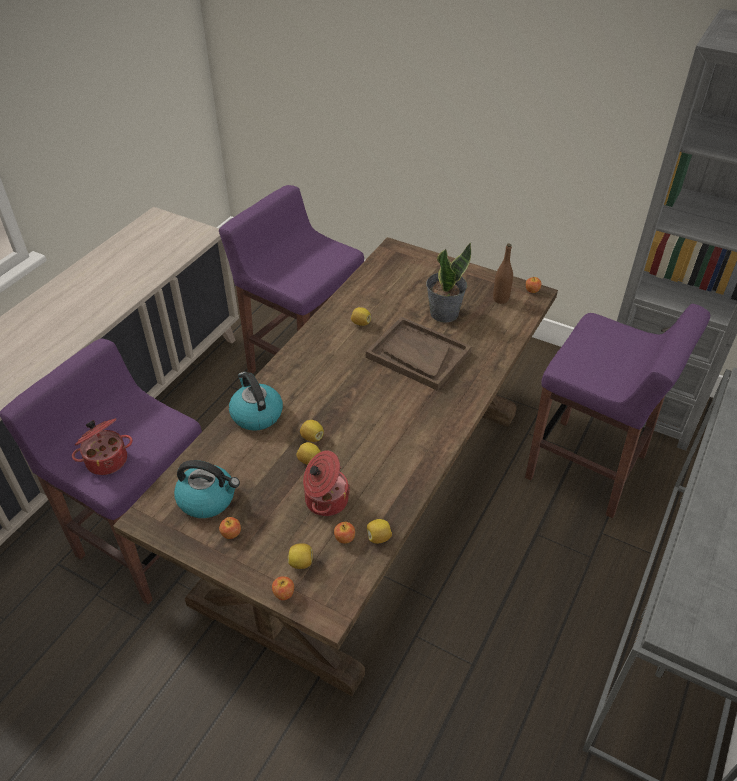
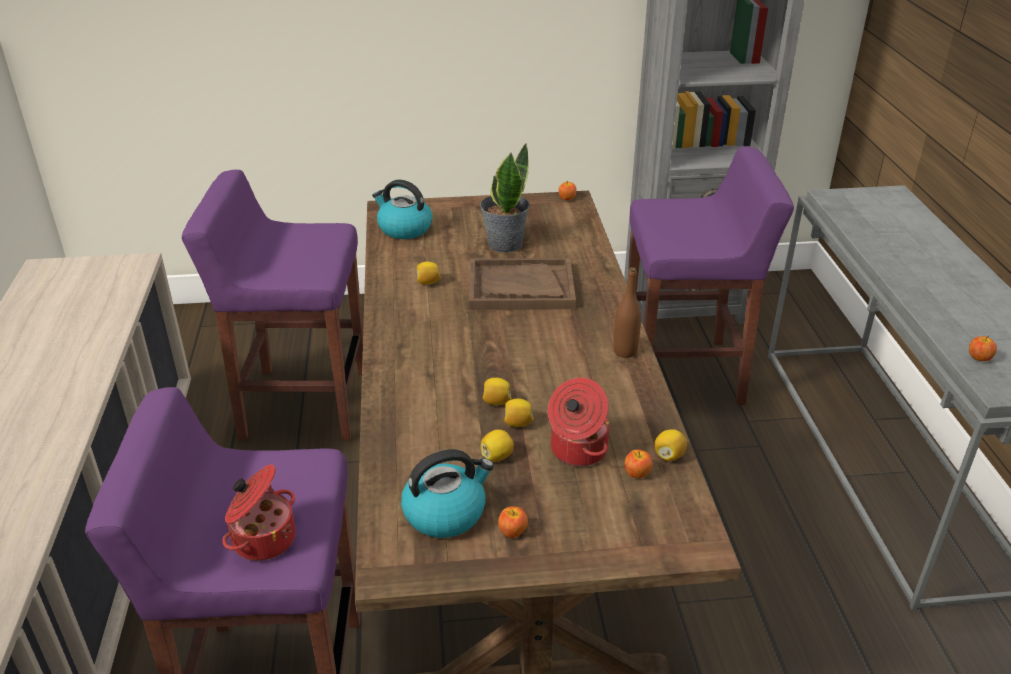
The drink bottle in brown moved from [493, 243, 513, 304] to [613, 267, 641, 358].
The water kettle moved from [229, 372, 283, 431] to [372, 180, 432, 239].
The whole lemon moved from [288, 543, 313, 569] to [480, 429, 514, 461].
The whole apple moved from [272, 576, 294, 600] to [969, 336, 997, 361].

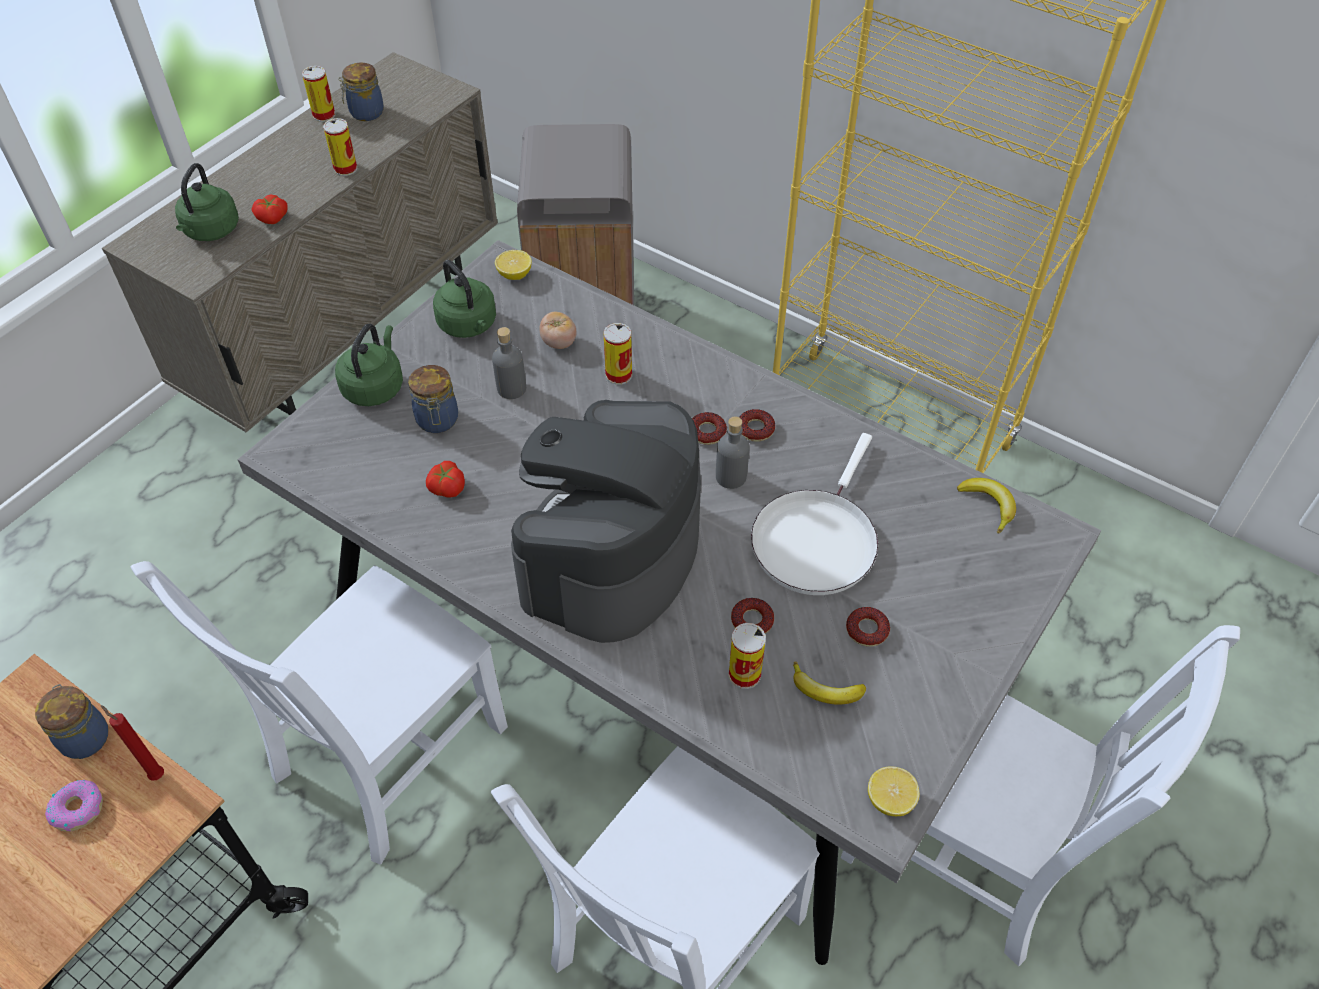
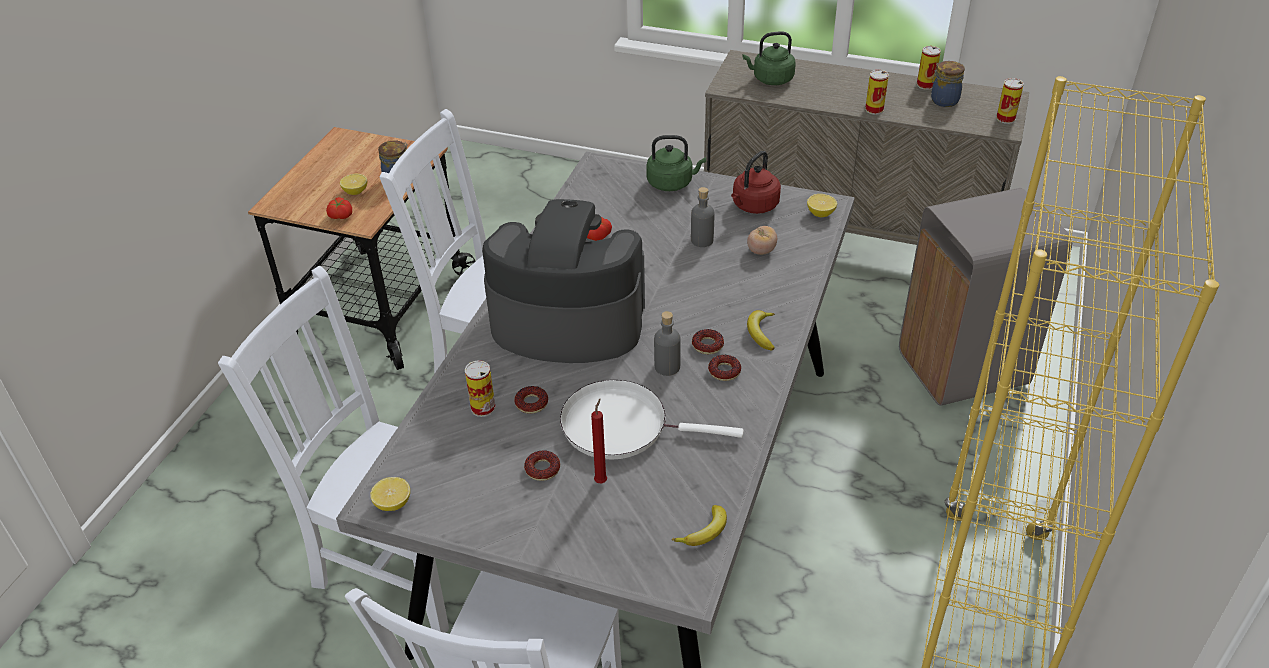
The fresh tomato moved from [252, 194, 288, 224] to [326, 197, 352, 219].
The water kettle in green-coloured at [433, 260, 496, 338] became the water kettle in reddish at [731, 151, 781, 214].
The sealed can moved from [604, 323, 632, 385] to [996, 78, 1024, 124].
The jar at [408, 365, 458, 433] disappeared.
The banana moved from [793, 662, 866, 704] to [747, 310, 775, 351].
The wax light in reddish moved from [101, 705, 164, 781] to [591, 399, 607, 483].
The donut at [45, 780, 103, 832] was replaced by the whole lemon at [340, 174, 367, 195].

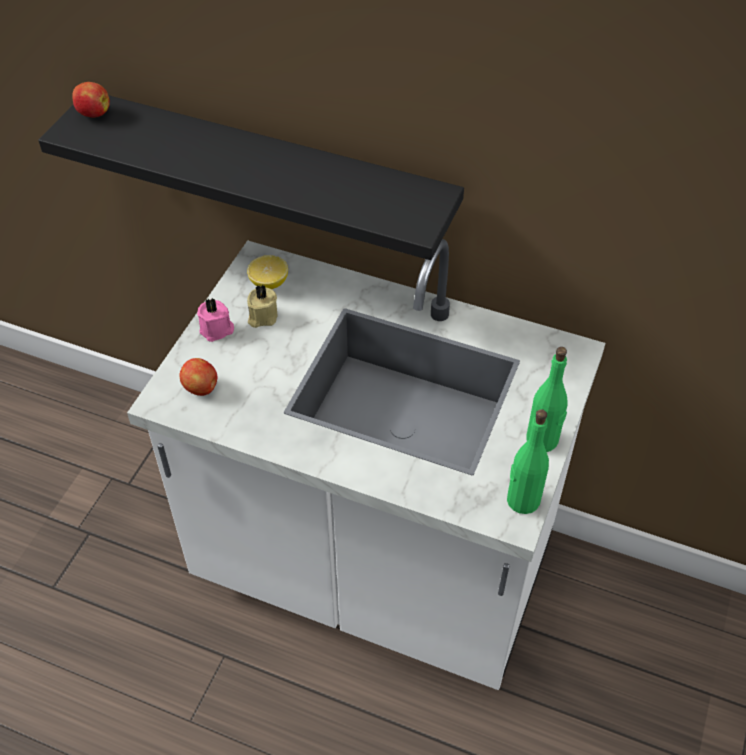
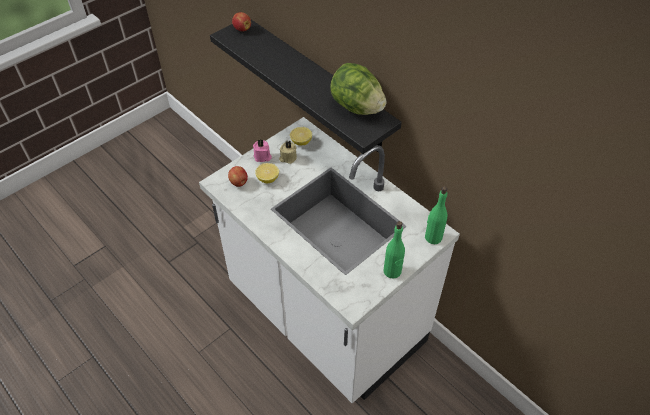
The drink bottle in green-coloured moved from [507, 409, 549, 514] to [425, 186, 448, 244].
The lettuce head at [330, 63, 387, 115] appeared.
The whole lemon at [255, 163, 279, 183] appeared.

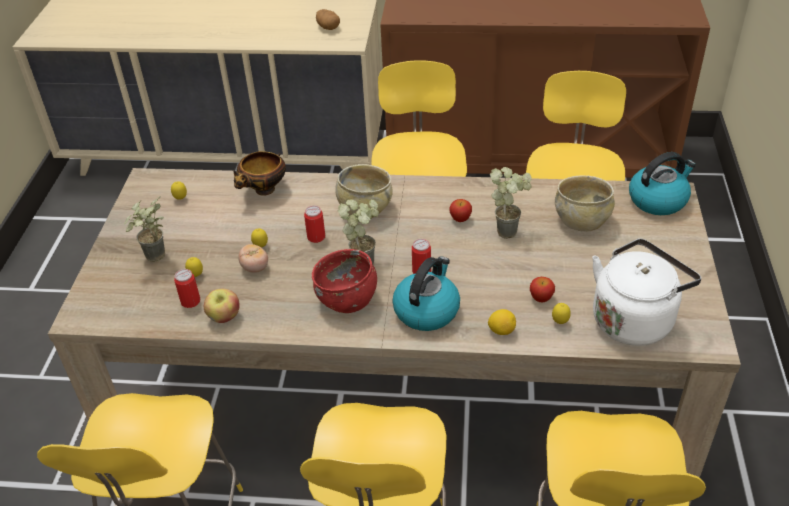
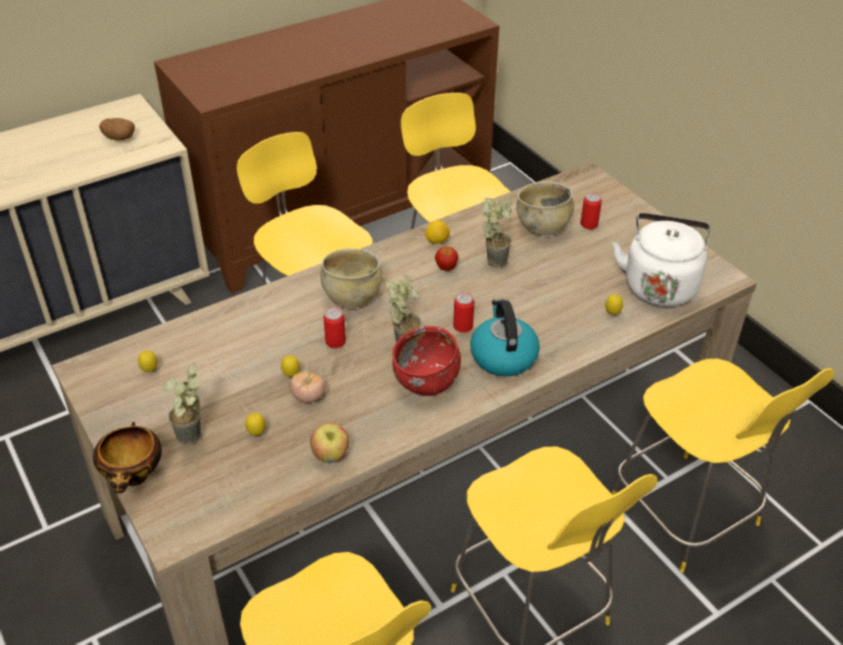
The deep dish moved from [234, 151, 286, 196] to [93, 422, 162, 494].
The water kettle at [629, 152, 696, 215] disappeared.
The sealed can moved from [174, 269, 200, 308] to [580, 192, 602, 229].
The whole apple at [530, 277, 555, 302] disappeared.
The whole lemon moved from [488, 309, 516, 335] to [425, 220, 450, 244].

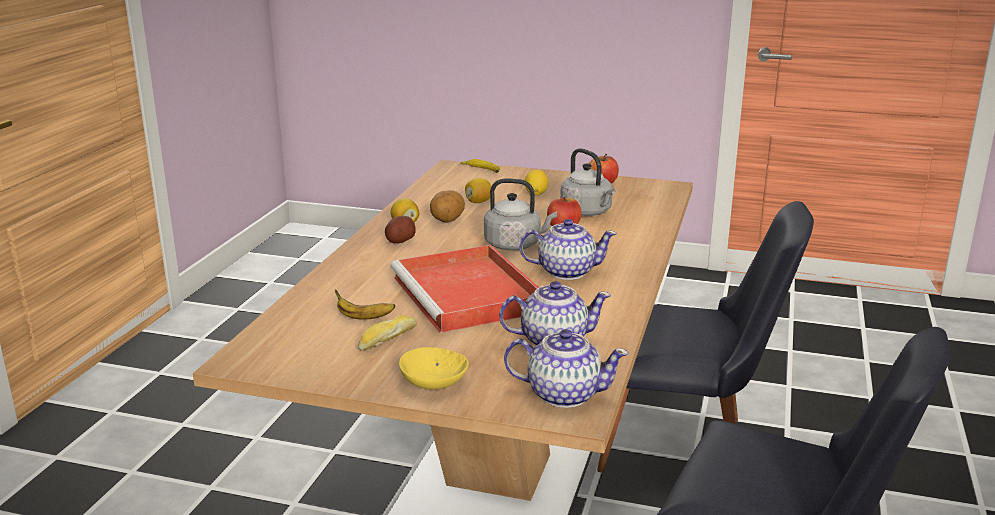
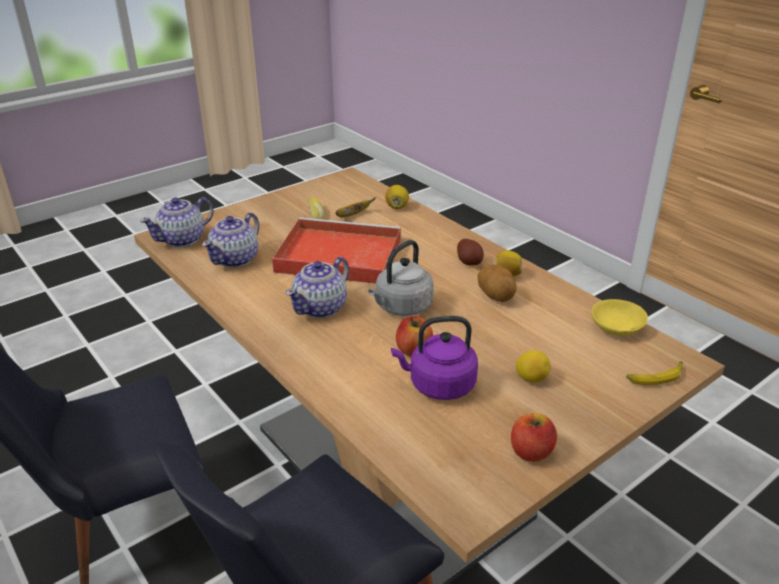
The water kettle in greyish at [560, 148, 616, 216] became the water kettle in purplish at [391, 316, 478, 400].
The whole lemon moved from [465, 178, 492, 203] to [385, 185, 409, 209].
The deep dish in yellow moved from [399, 347, 469, 390] to [592, 299, 648, 336].

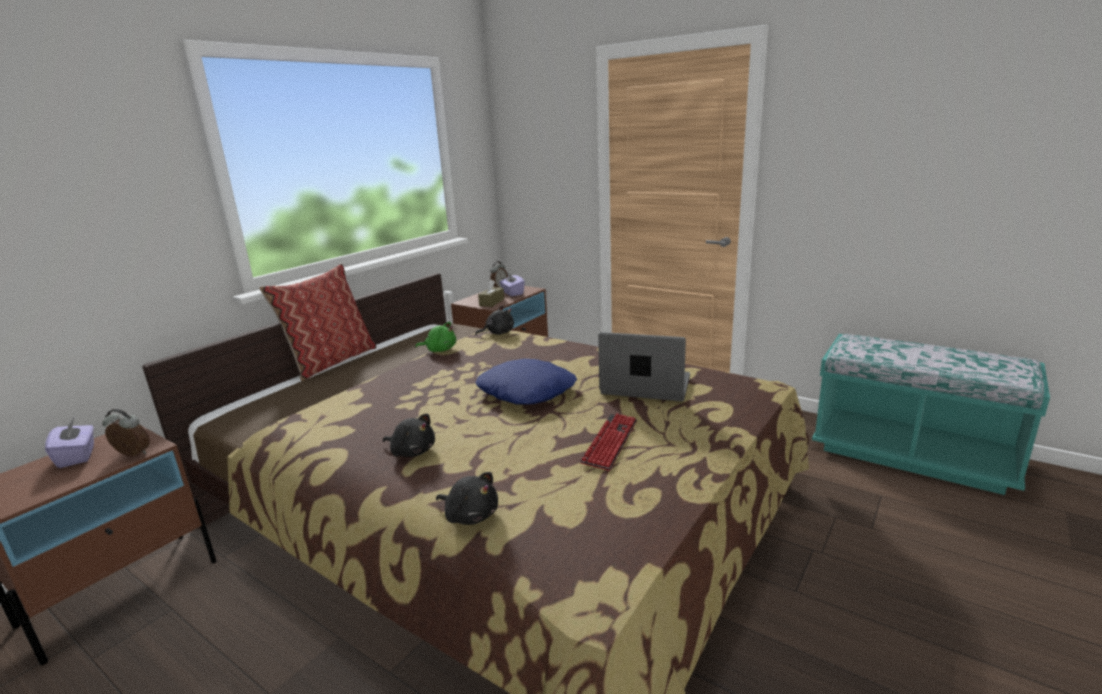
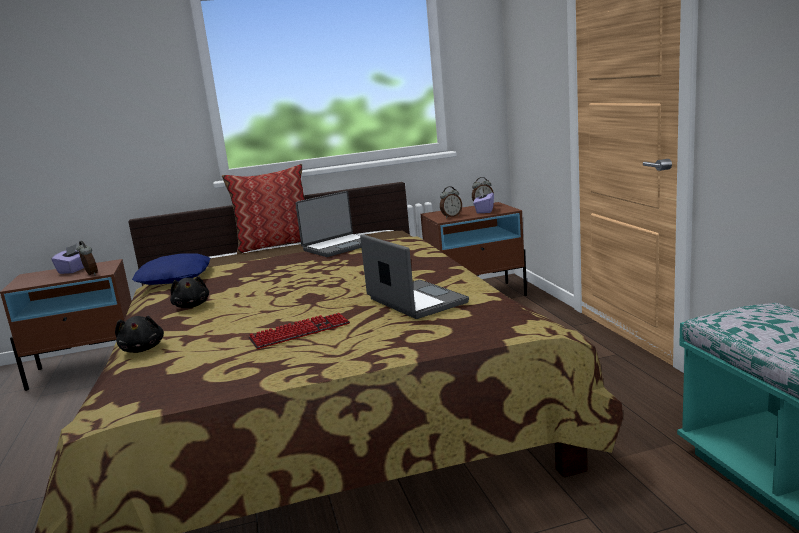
The box of tissues in brown at [478, 280, 504, 307] was replaced by the bedside clock at [440, 186, 462, 218].
The plush toy in blackish at [475, 306, 514, 335] disappeared.
The plush toy in green-coloured at [415, 322, 456, 352] was replaced by the notebook computer at [295, 191, 361, 257].
The cushion in blue moved from [475, 359, 577, 405] to [132, 254, 210, 285].

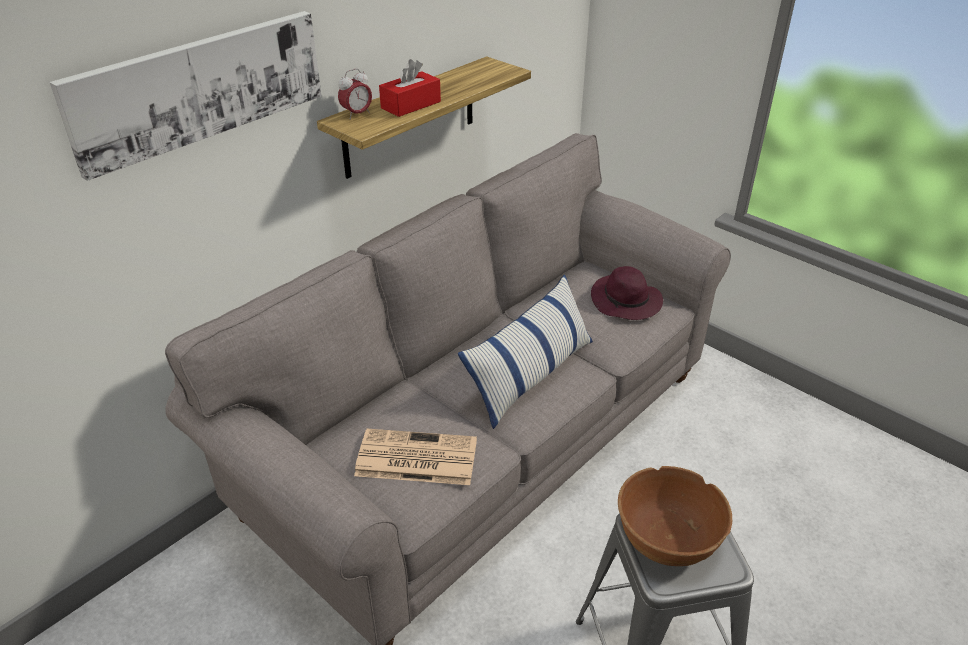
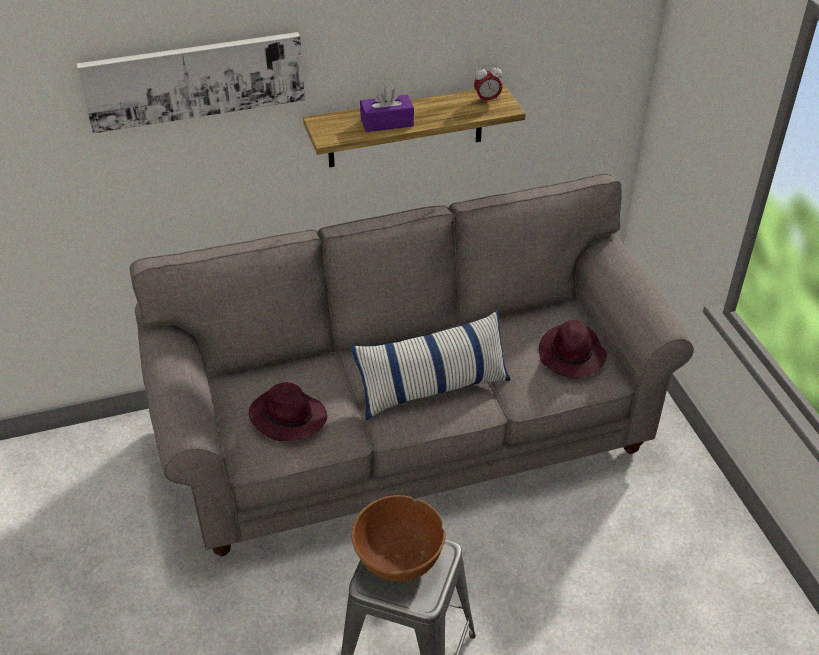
The box of tissues in reddish at [379, 59, 441, 117] became the box of tissues in purplish at [360, 86, 414, 132].
The bedside clock moved from [338, 69, 372, 119] to [474, 64, 502, 103].
The daily paper at [354, 429, 477, 485] was replaced by the wearable hat in purplish at [249, 382, 327, 441].

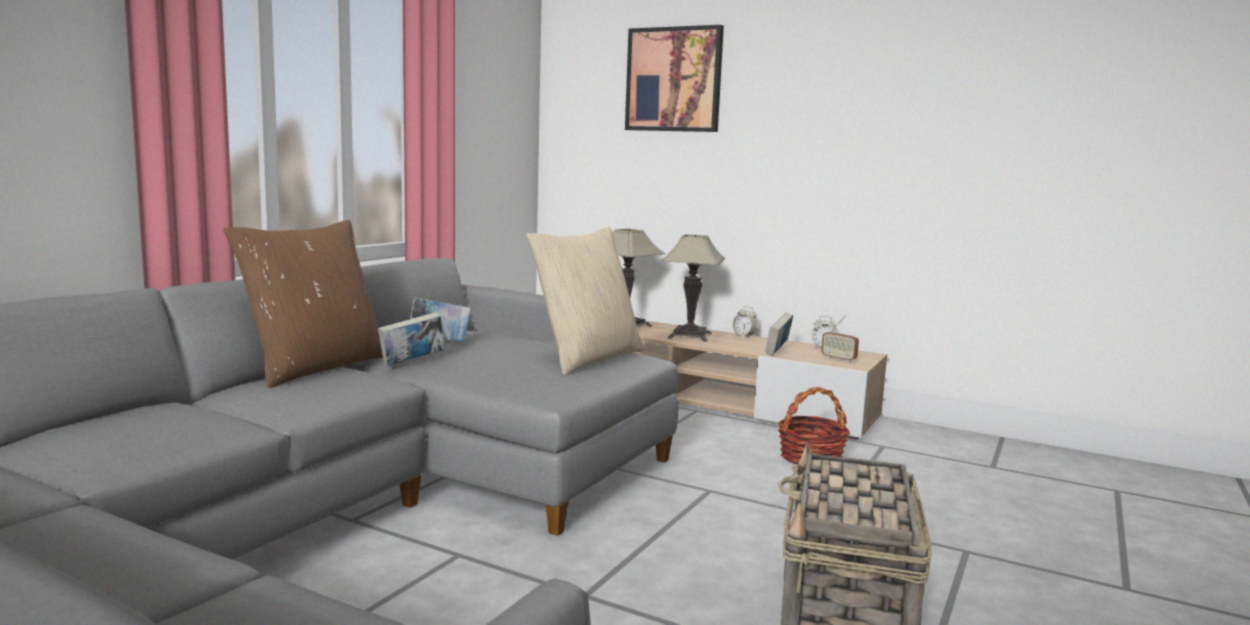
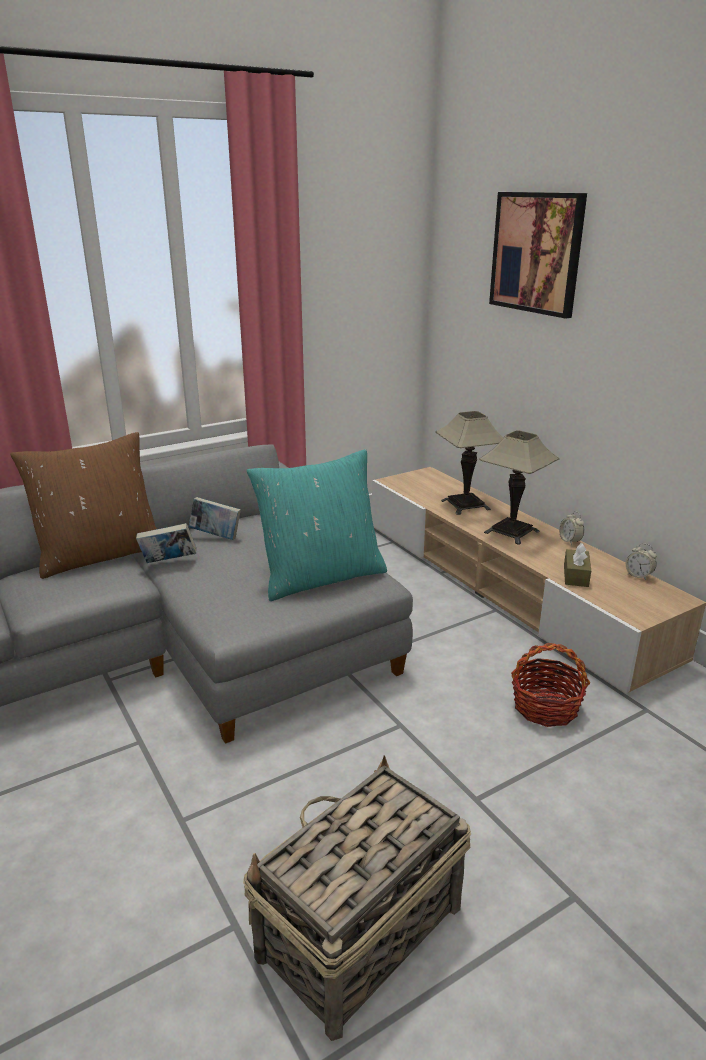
The cushion in sand-coloured at [527, 227, 644, 376] became the cushion in blue-green at [247, 449, 387, 601].
The bound book at [765, 313, 793, 356] was replaced by the box of tissues in brown at [564, 543, 591, 587].
The radio set at [821, 315, 859, 362] disappeared.

